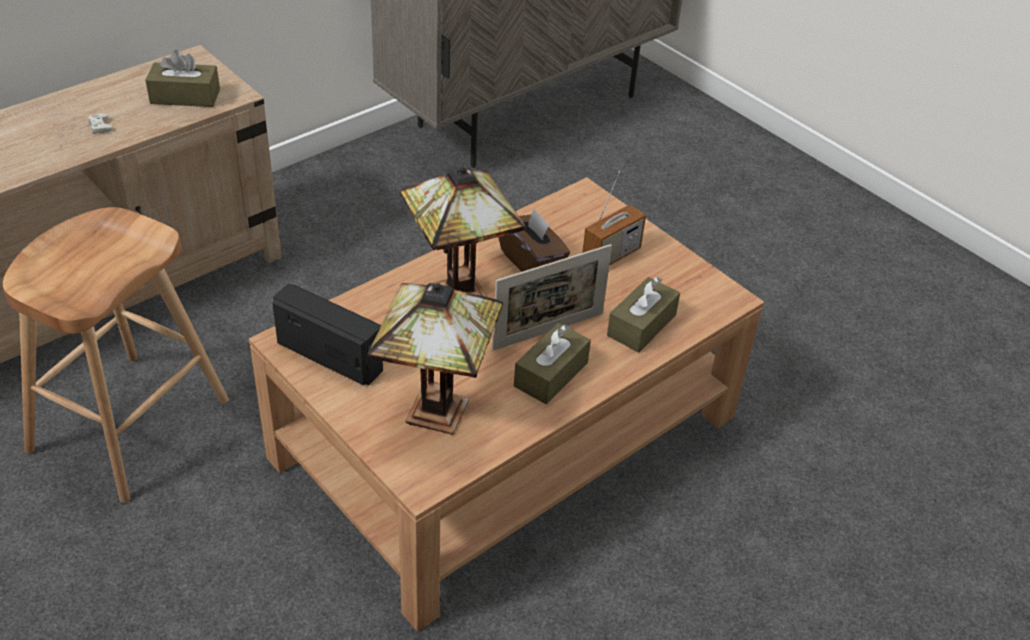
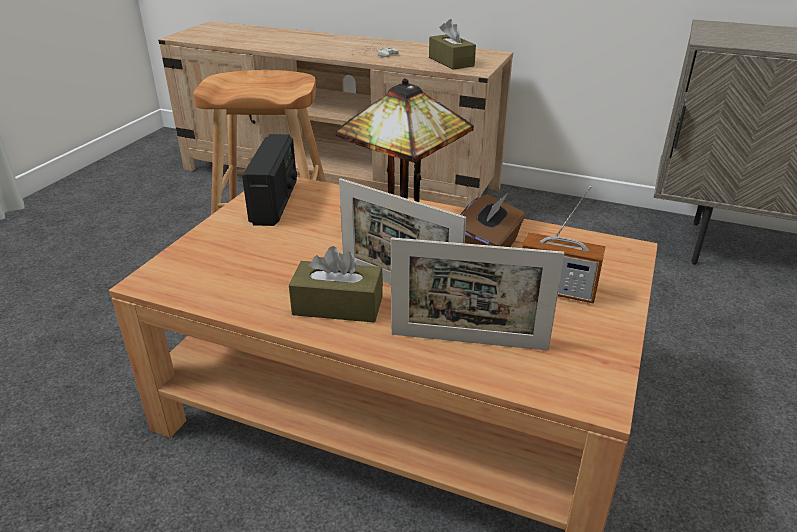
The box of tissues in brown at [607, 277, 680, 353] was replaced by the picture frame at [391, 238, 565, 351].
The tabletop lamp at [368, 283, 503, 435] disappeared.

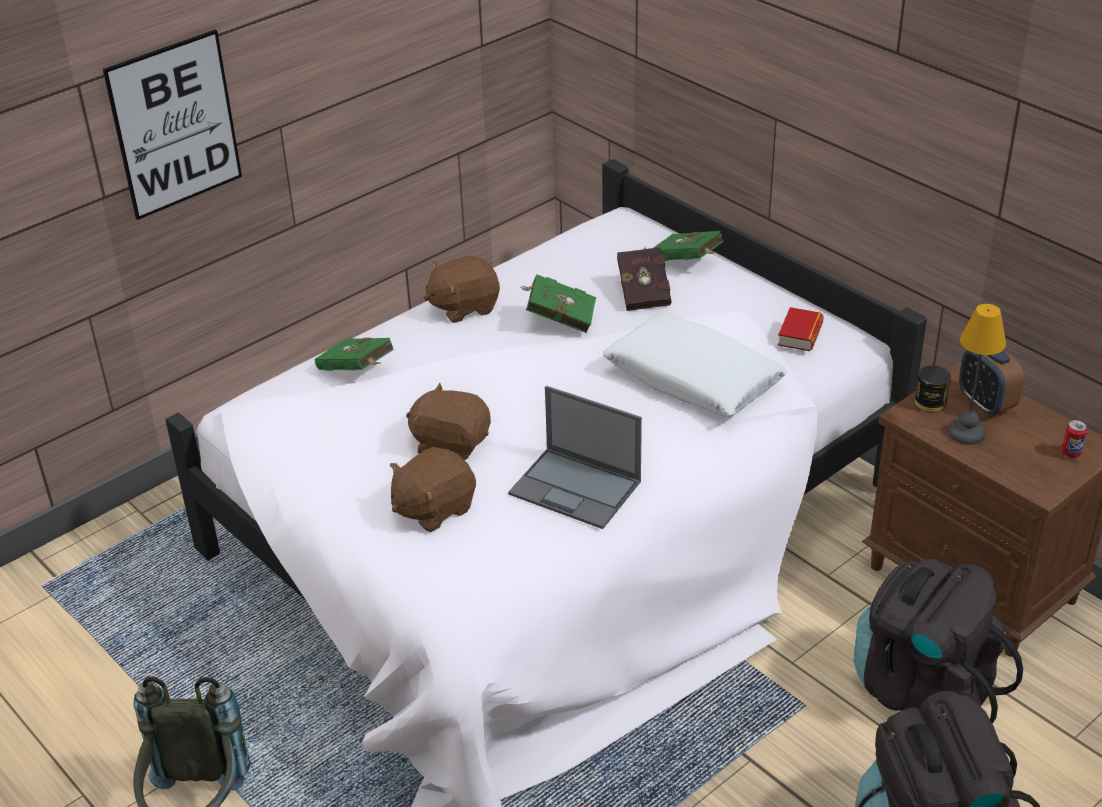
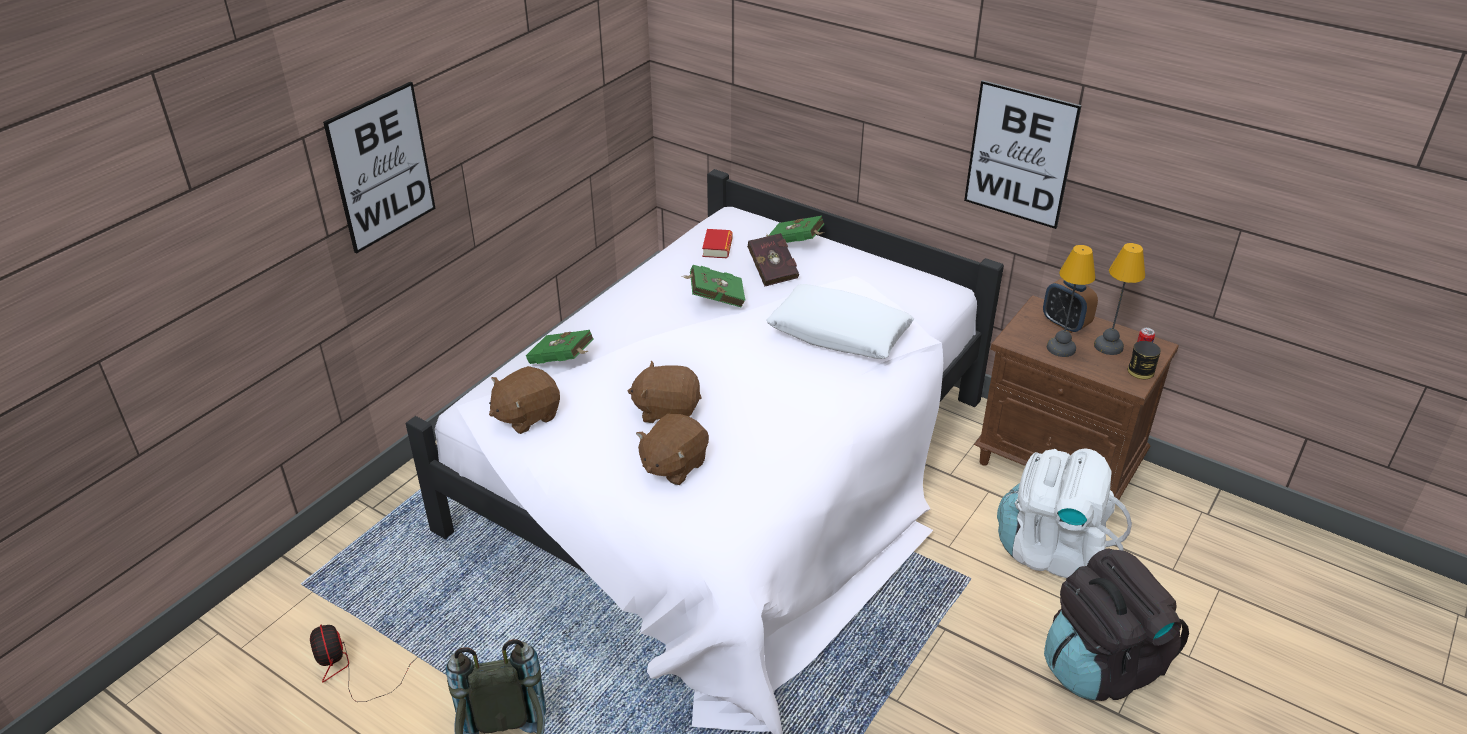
The plush toy in brown moved from [424, 255, 500, 323] to [489, 366, 560, 434].
The bound book moved from [778, 307, 824, 351] to [702, 229, 733, 258].
The sealed can moved from [914, 365, 951, 412] to [1128, 341, 1161, 379].
The notebook computer at [508, 386, 642, 529] disappeared.
The backpack in blackish at [854, 559, 1023, 724] became the backpack in white at [997, 448, 1132, 578].
The picture at [964, 80, 1082, 229] appeared.
The tabletop lamp at [1094, 243, 1145, 355] appeared.
The electric fan at [310, 624, 418, 702] appeared.

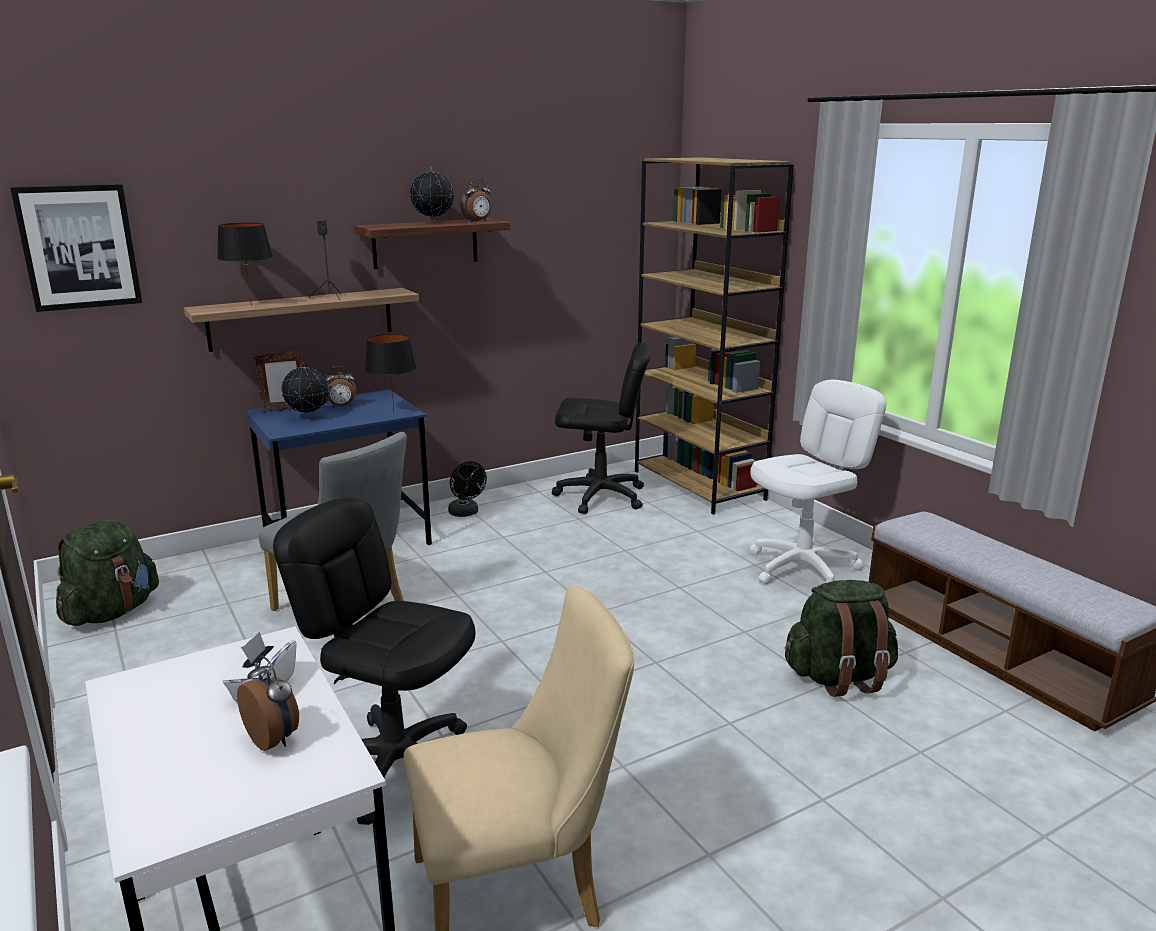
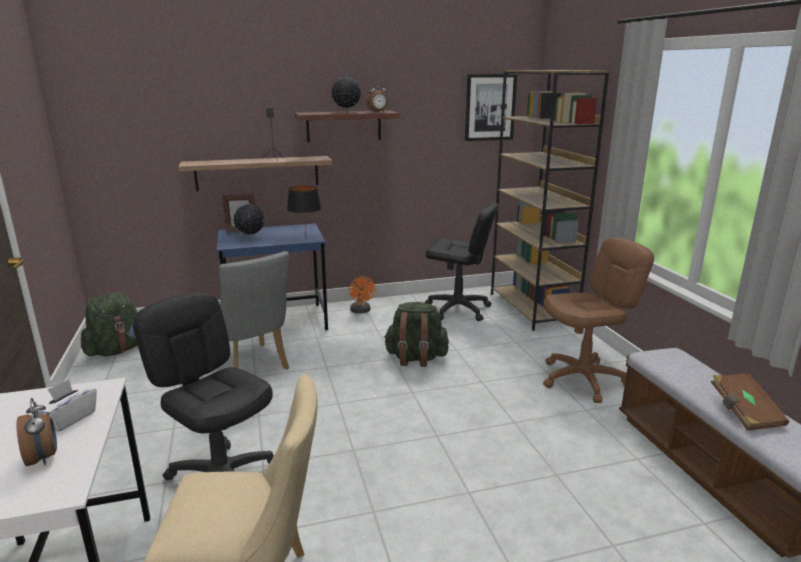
The picture moved from [10, 184, 142, 312] to [465, 74, 517, 141].
The tabletop lamp in blackish at [217, 223, 273, 305] disappeared.
The bedside clock at [325, 366, 357, 408] disappeared.
The desk chair in white at [748, 380, 886, 584] became the desk chair in brown at [543, 238, 654, 403].
The electric fan in blackish at [448, 461, 487, 517] became the electric fan in orange at [349, 276, 376, 314].
The backpack in green-coloured moved from [785, 580, 898, 697] to [384, 302, 449, 367].
The bound book in brown at [711, 373, 789, 431] appeared.

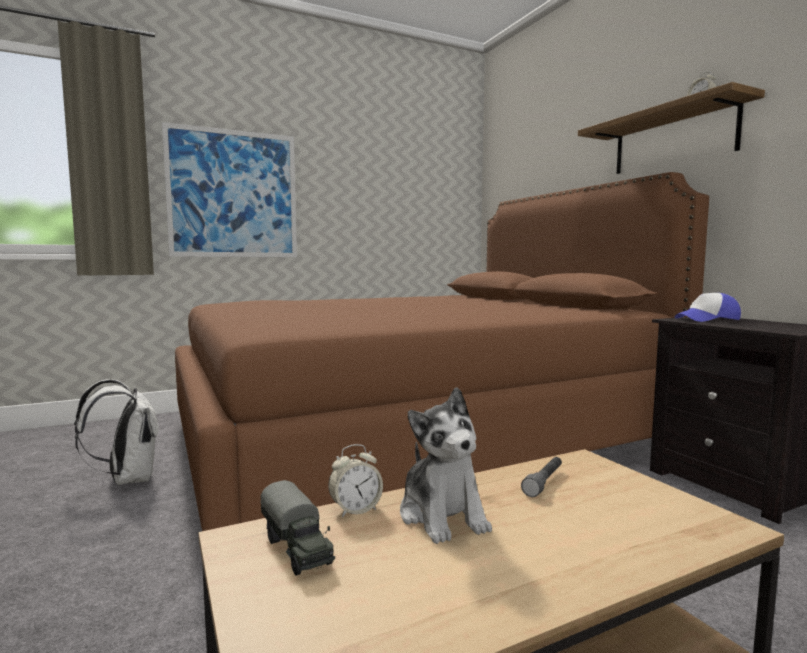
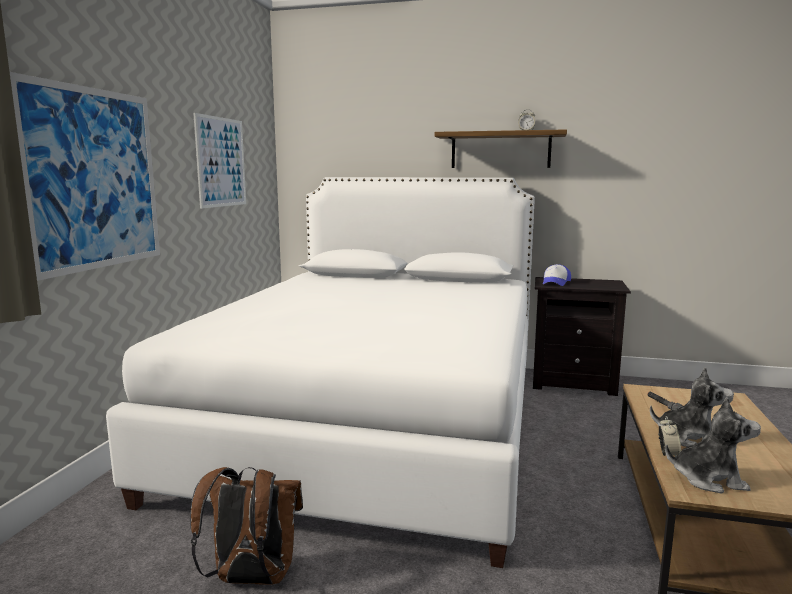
The sleeping bed in brown at [175, 172, 709, 531] became the sleeping bed in white at [106, 177, 535, 568].
The backpack in white at [74, 379, 159, 485] became the backpack in brown at [190, 467, 303, 585].
The toy truck at [260, 480, 335, 576] was replaced by the plush toy at [665, 397, 761, 493].
The picture at [193, 113, 246, 209] appeared.

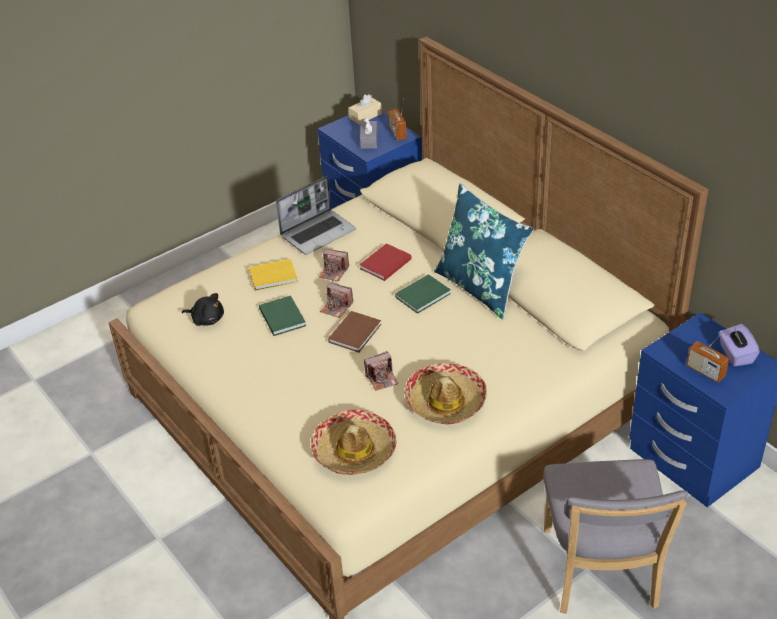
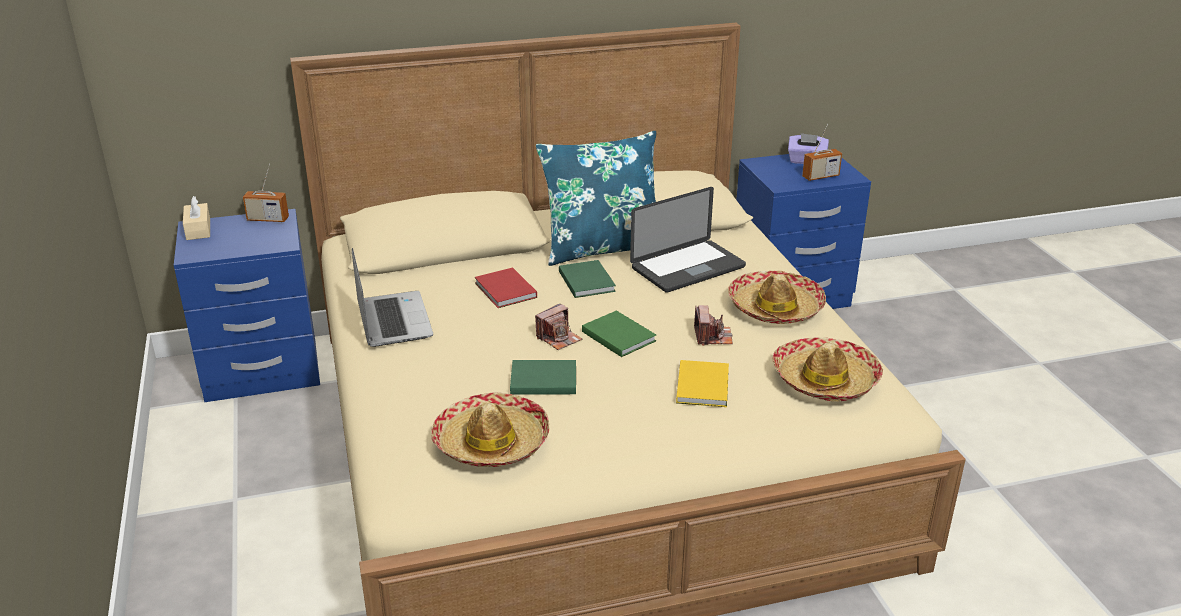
The box of tissues in greyish at [360, 118, 378, 149] disappeared.
The photo camera at [319, 249, 349, 281] disappeared.
The bound book in yellow moved from [249, 259, 298, 291] to [676, 360, 729, 407].
The plush toy in blackish at [182, 293, 224, 326] was replaced by the wearable hat at [431, 392, 549, 467].
The bound book in brown at [328, 311, 381, 353] became the bound book in green-coloured at [582, 310, 656, 357].
The plain chair in greyish at [543, 459, 688, 614] disappeared.
The notebook computer at [630, 187, 746, 293] appeared.

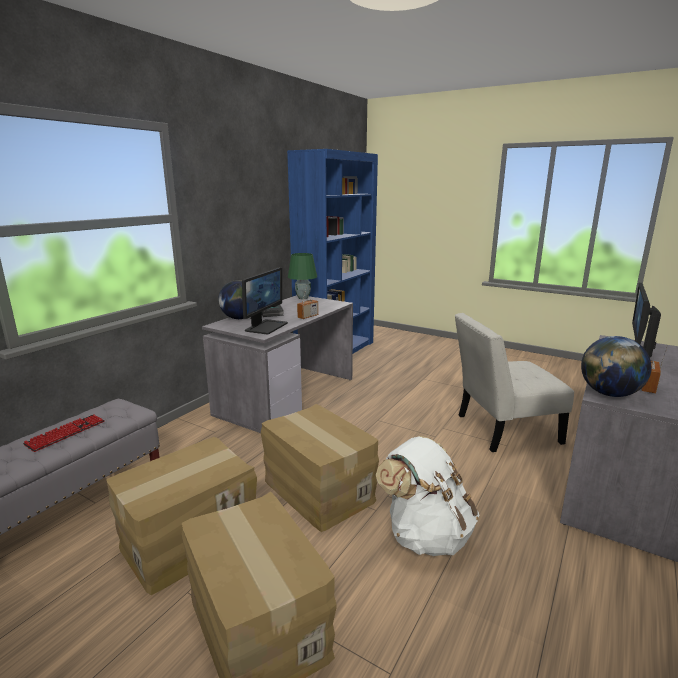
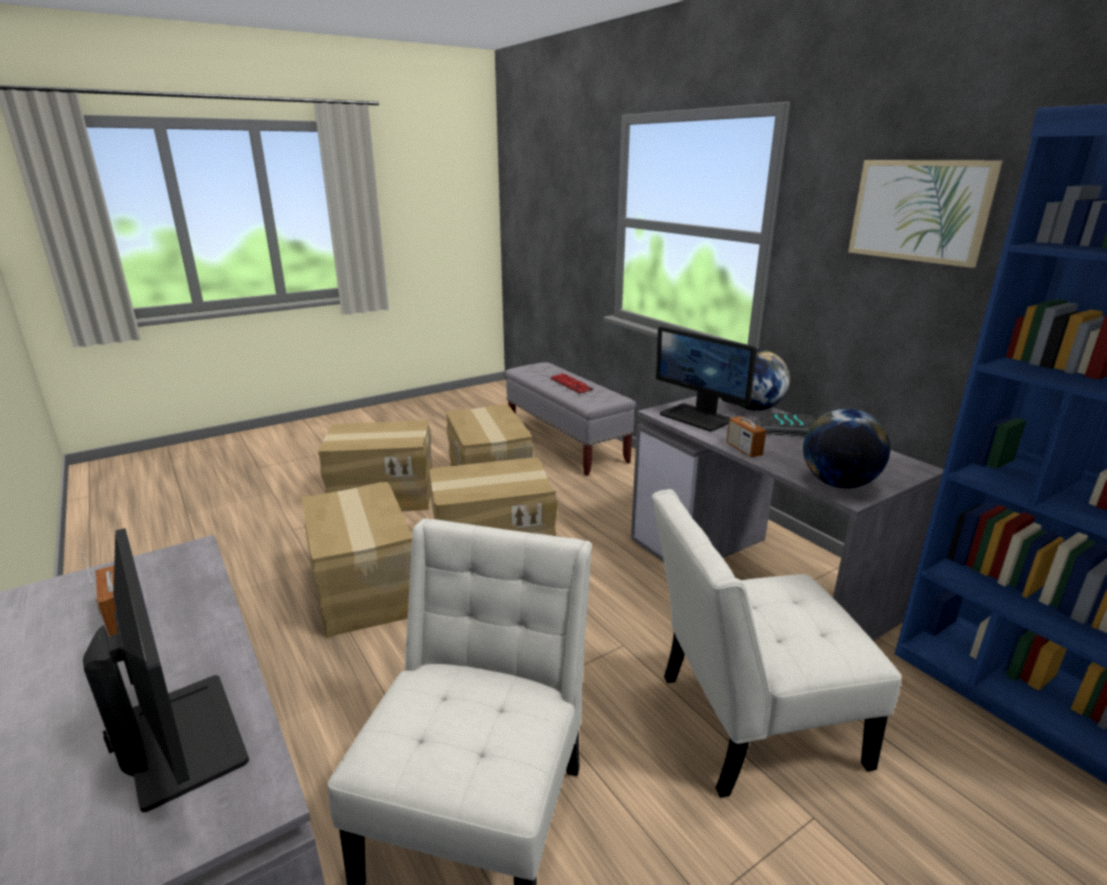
The tabletop lamp in green-coloured at [288, 253, 317, 299] disappeared.
The desk globe moved from [581, 336, 652, 397] to [803, 408, 890, 488].
The backpack in white at [376, 436, 479, 556] was replaced by the packing box at [302, 482, 412, 638].
The picture at [848, 160, 1003, 268] appeared.
The plain chair in white at [652, 489, 901, 798] appeared.

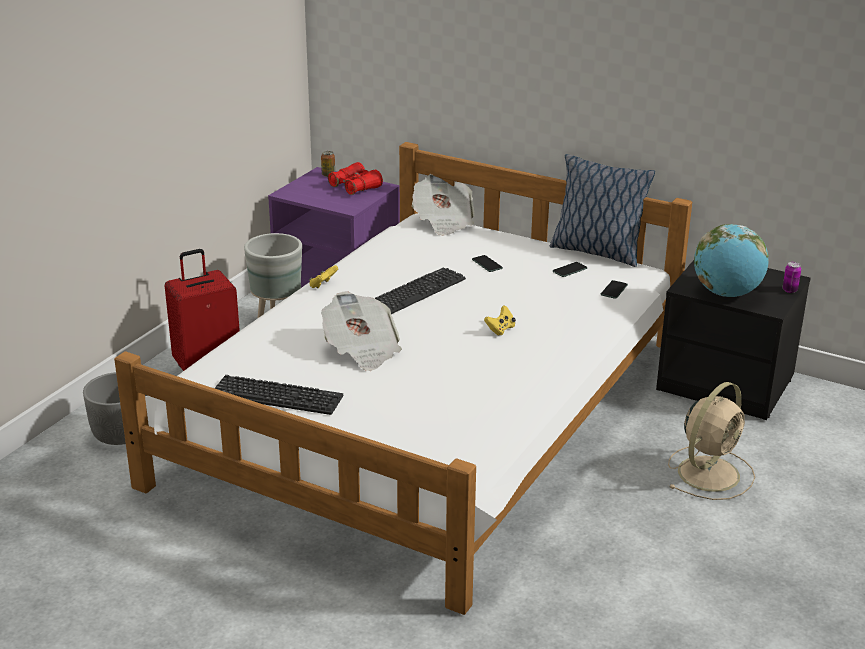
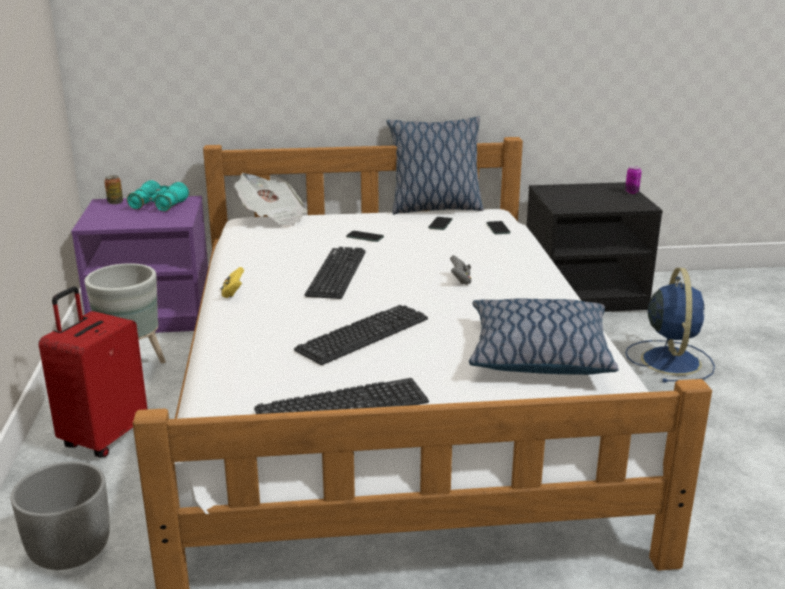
The binoculars in reddish at [328, 162, 383, 195] became the binoculars in blue-green at [127, 180, 189, 211].
The desk globe at [694, 224, 769, 297] disappeared.
The daily paper at [321, 291, 402, 371] was replaced by the keyboard at [294, 305, 428, 365].
The joypad in yellow at [484, 305, 516, 335] became the joypad in greyish at [450, 255, 472, 285].
The electric fan in sand-coloured at [668, 382, 755, 500] became the electric fan in blue at [626, 268, 715, 383].
The cushion at [469, 299, 619, 375] appeared.

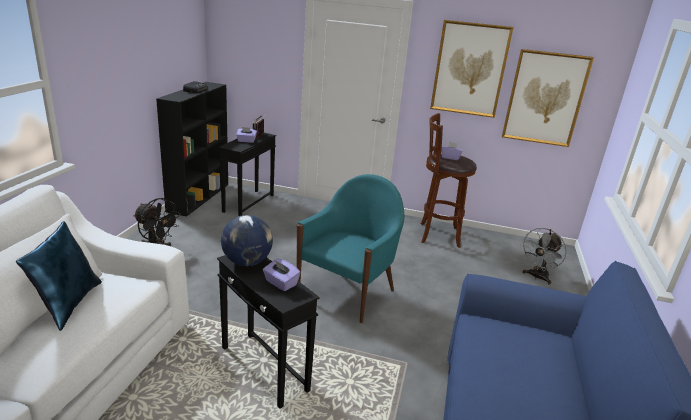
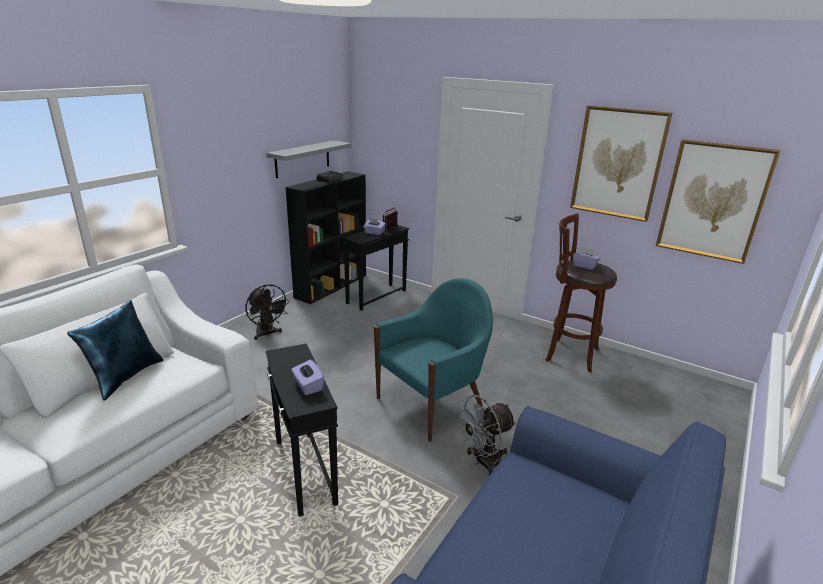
The desk globe at [221, 215, 273, 266] disappeared.
The electric fan in greyish moved from [520, 228, 567, 285] to [454, 395, 516, 476].
The shelf in greyish at [266, 140, 351, 178] appeared.

